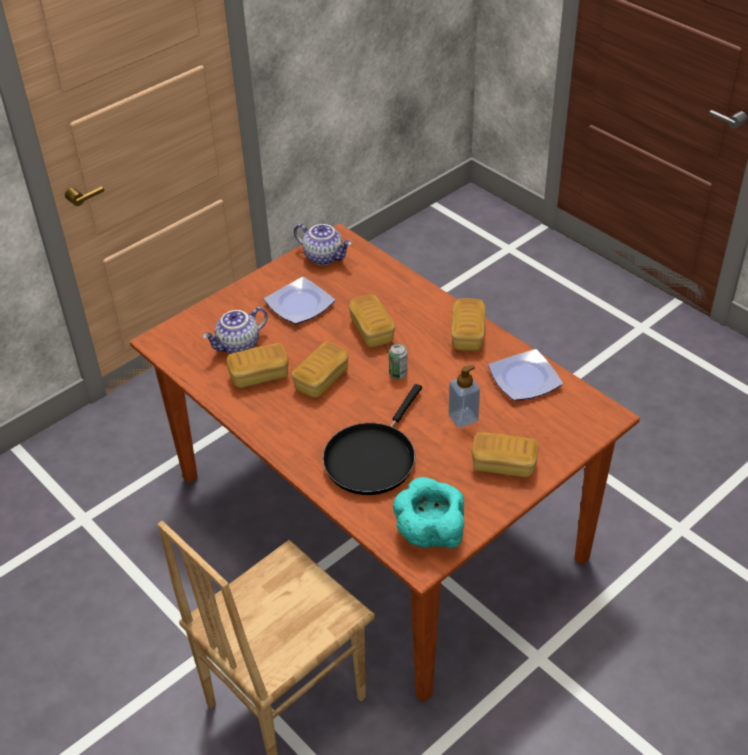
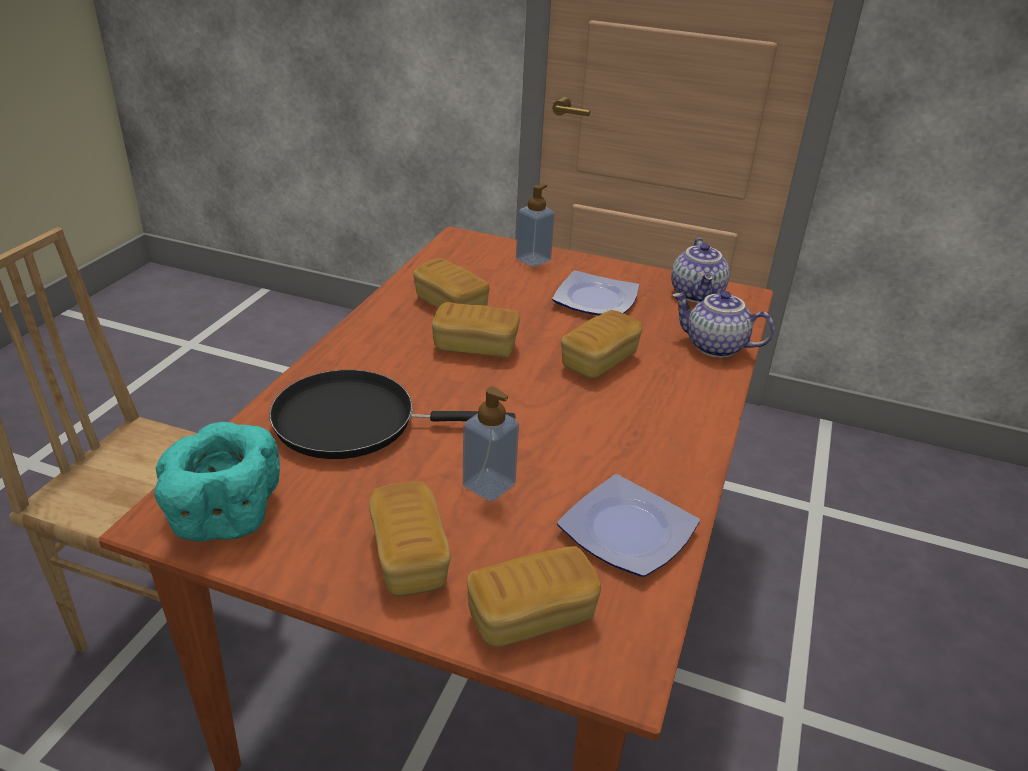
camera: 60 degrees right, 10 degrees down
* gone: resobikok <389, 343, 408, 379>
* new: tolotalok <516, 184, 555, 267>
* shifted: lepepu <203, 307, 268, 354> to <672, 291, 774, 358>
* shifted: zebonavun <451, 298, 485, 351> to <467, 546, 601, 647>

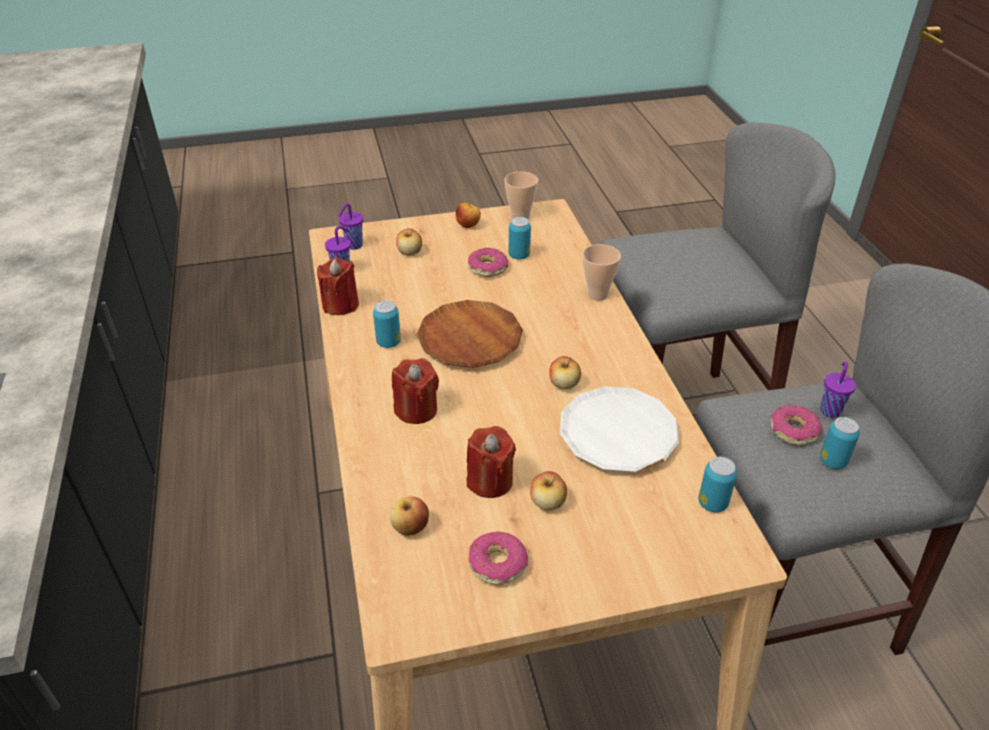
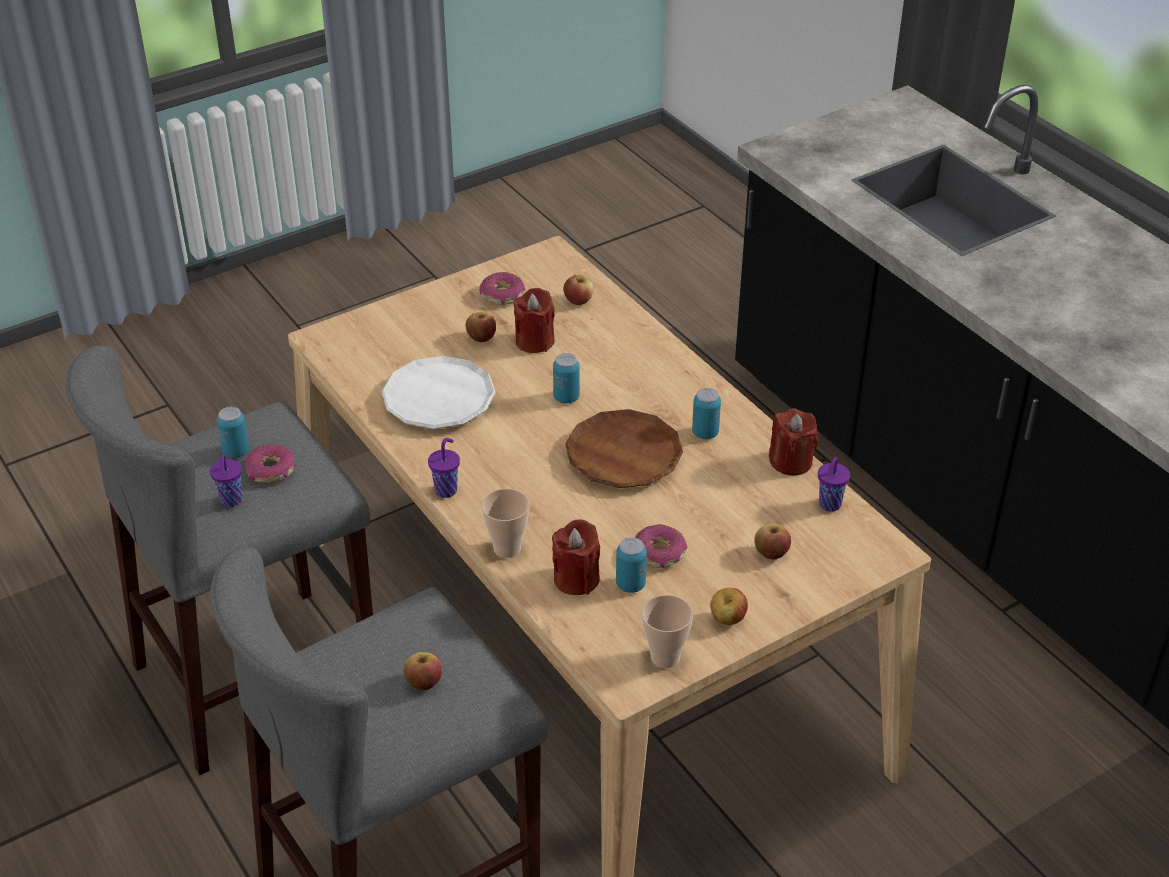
camera: 160 degrees right, 0 degrees up
* shifted: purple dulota <338, 203, 363, 250> to <428, 438, 460, 498>
* shifted: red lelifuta <392, 358, 439, 424> to <552, 519, 600, 595>
* shifted: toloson <549, 356, 581, 390> to <403, 652, 442, 690>
* shifted: resobikok <698, 457, 737, 513> to <553, 353, 580, 403>

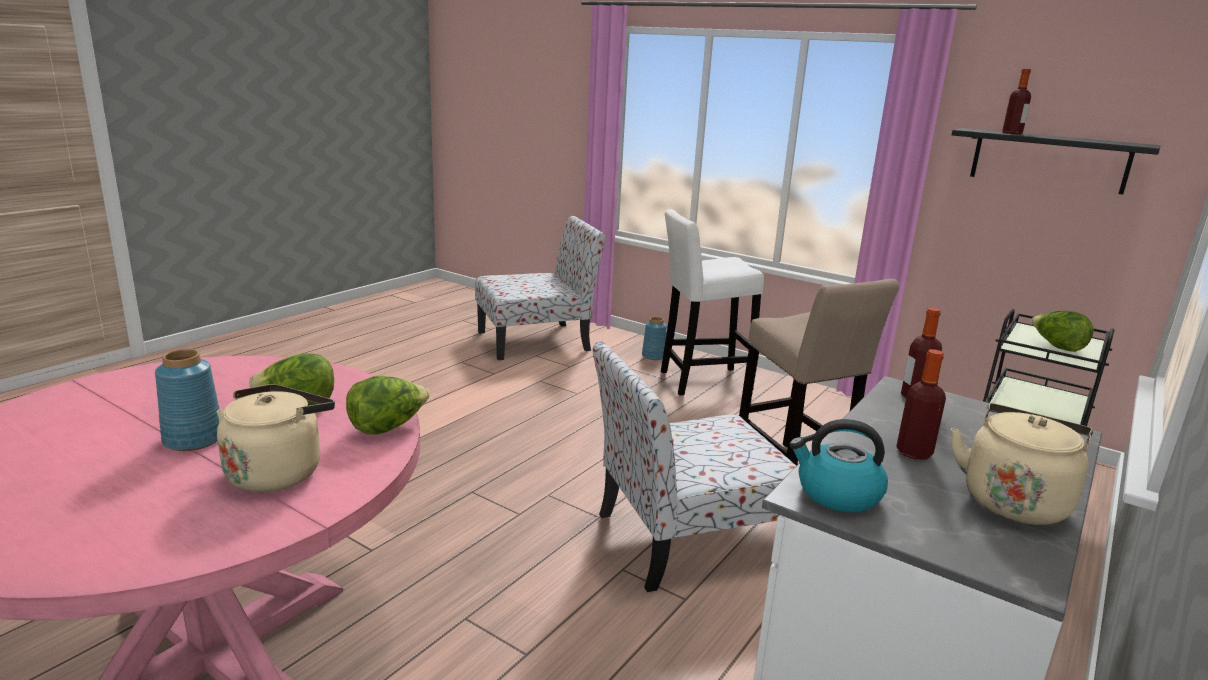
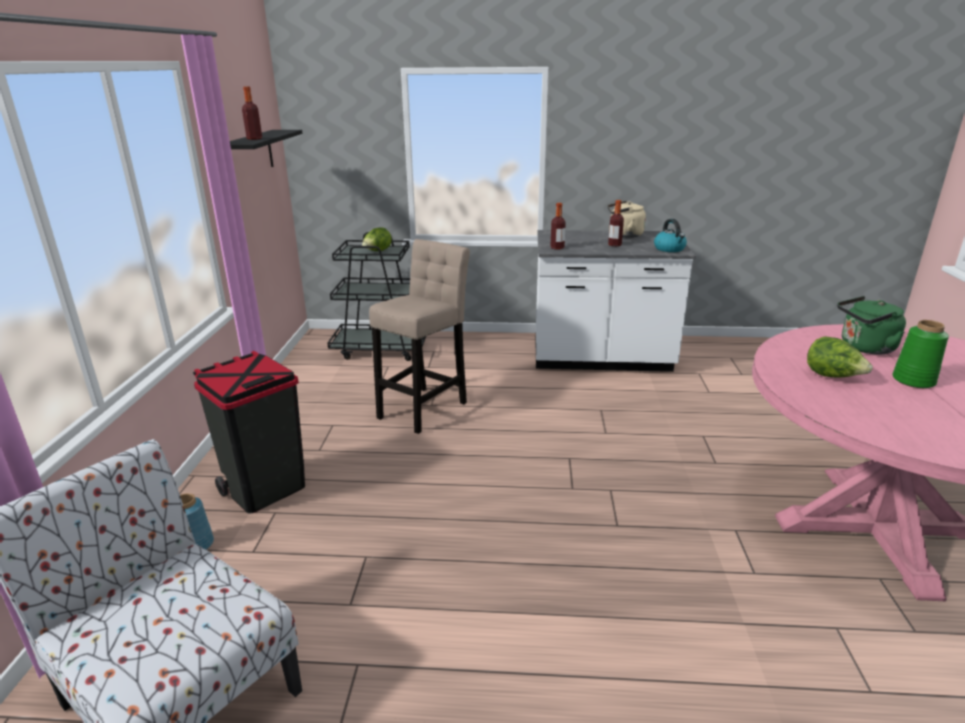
camera: 120 degrees left, 5 degrees up
* gone: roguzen <346, 375, 430, 434>
* gone: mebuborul <593, 342, 796, 592>
* swapped: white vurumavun <661, 209, 764, 395> to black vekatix <193, 351, 305, 514>
* repainted: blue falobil <155, 349, 220, 451> to green falobil <892, 320, 949, 388>
* repainted: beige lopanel <216, 384, 335, 492> to green lopanel <837, 296, 906, 355>

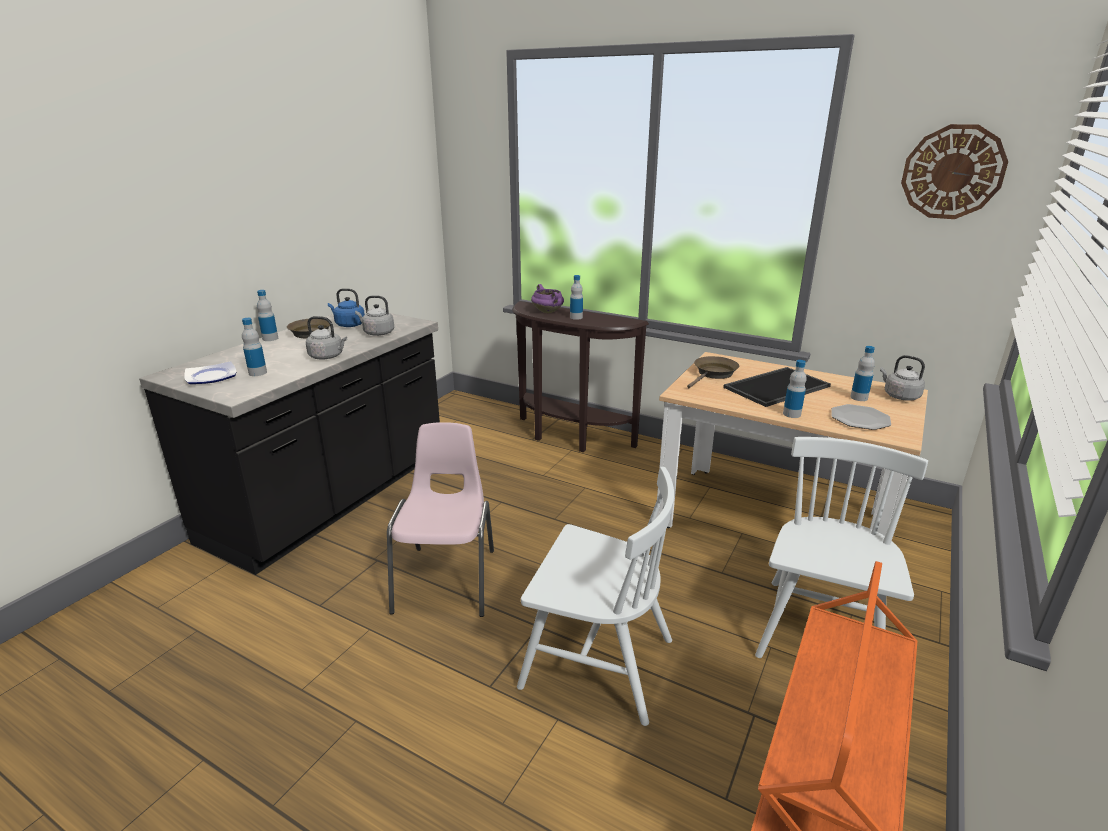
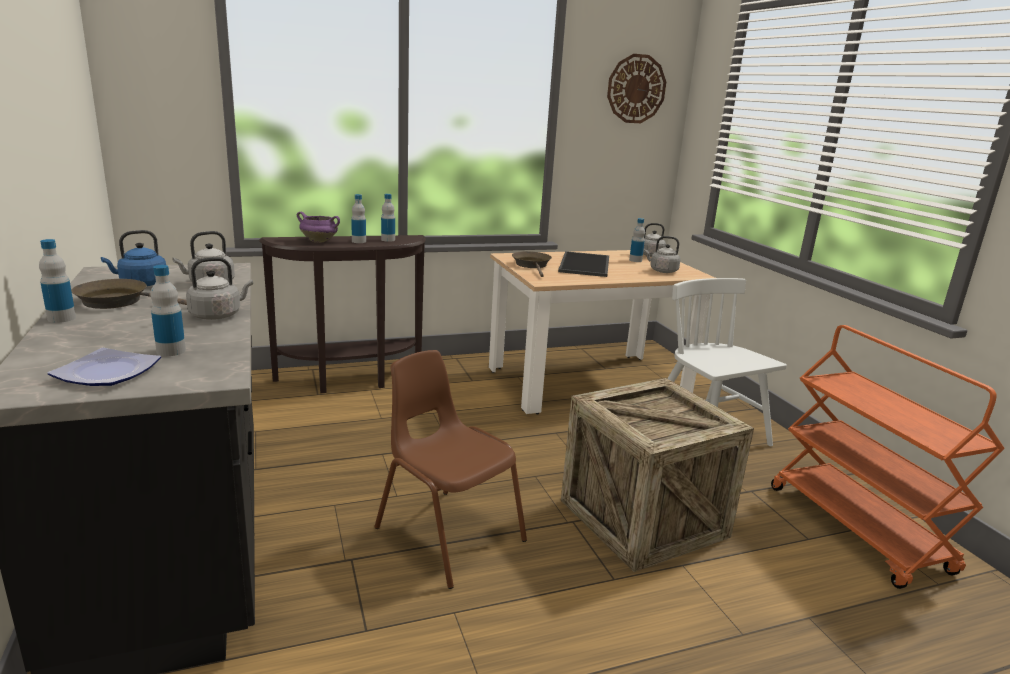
camera: 50 degrees left, 5 degrees down
* shifted: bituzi <783, 360, 807, 418> to <381, 194, 395, 242>
* swapped: white mebuborul <517, 467, 674, 726> to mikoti <561, 378, 754, 572>
* swapped: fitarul <831, 404, 891, 430> to grey lopanel <644, 236, 680, 273>
* repainted: pink mebuborul <387, 422, 494, 617> to brown mebuborul <374, 350, 527, 589>

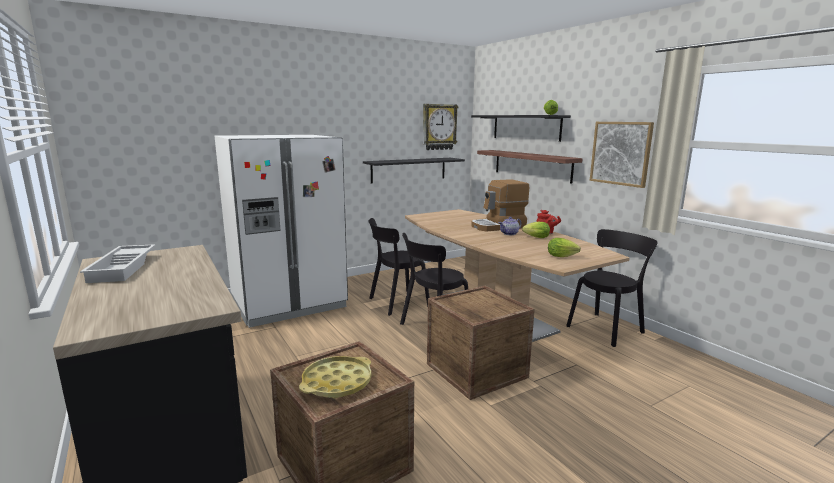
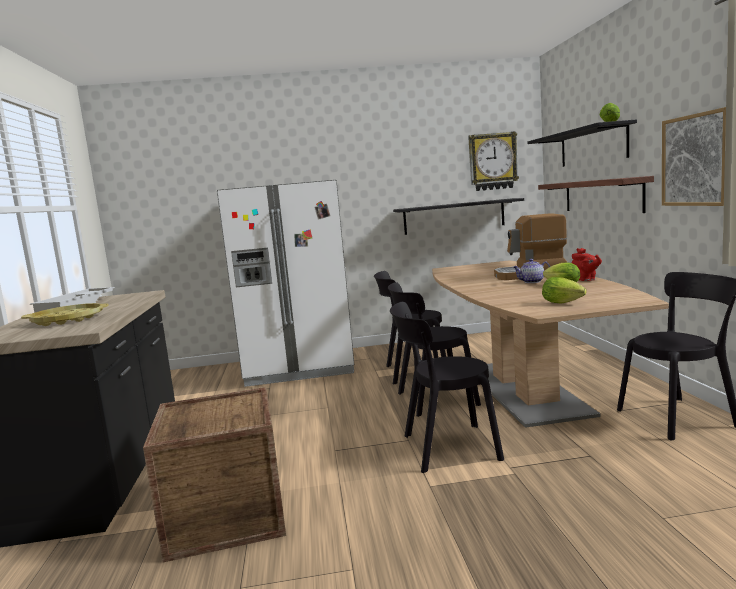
camera: 25 degrees right, 5 degrees down
* shifted: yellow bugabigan <299, 356, 372, 399> to <21, 303, 109, 326>
* swapped: mikoti <427, 286, 535, 400> to black mebuborul <390, 302, 504, 473>

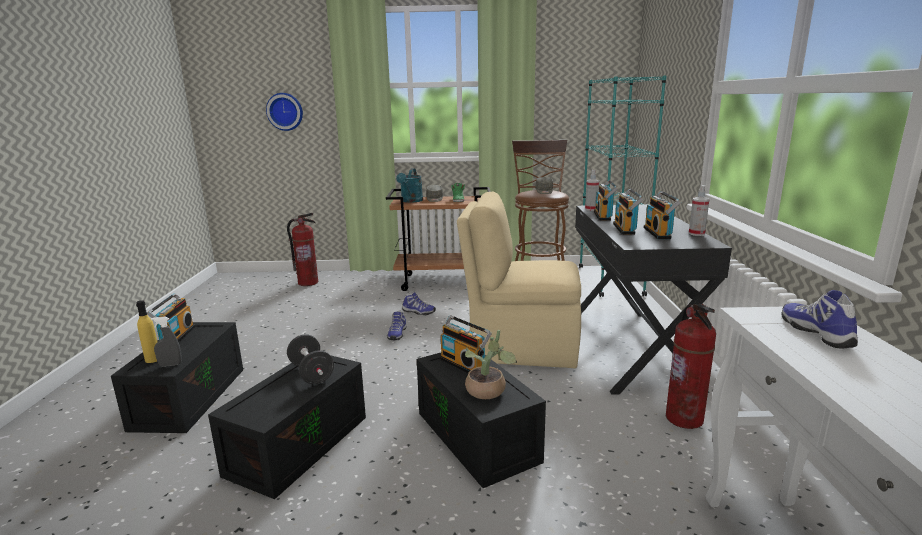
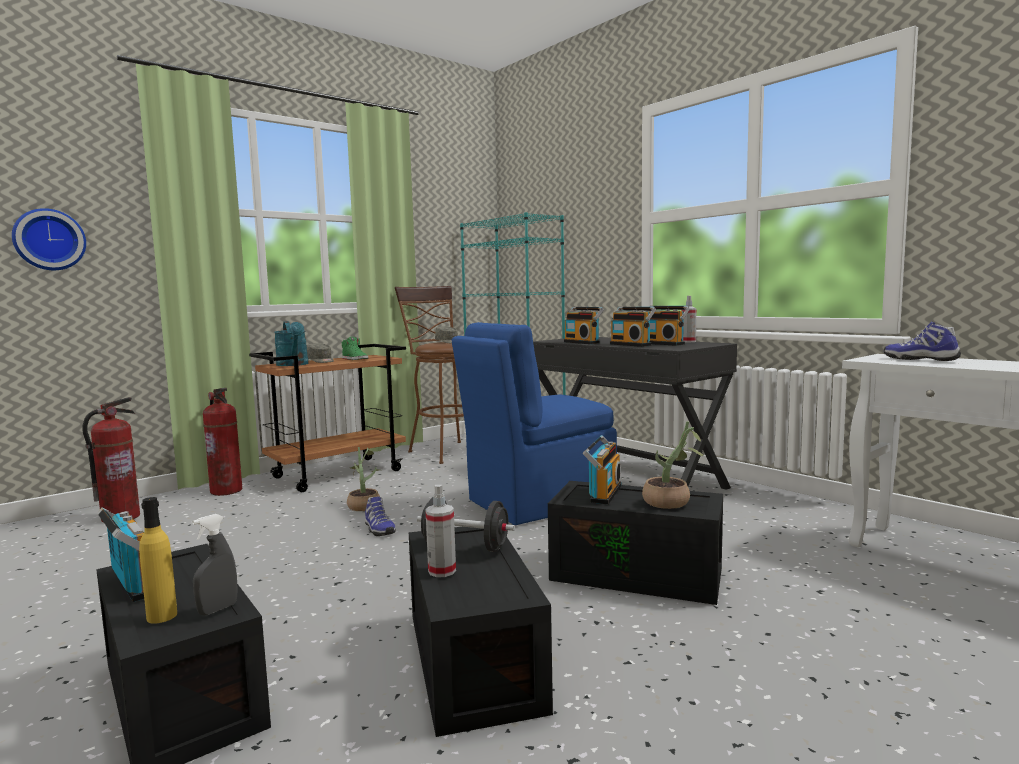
camera: 40 degrees left, 10 degrees down
* shifted: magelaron <585, 170, 599, 211> to <425, 485, 456, 577>
* shifted: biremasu <666, 304, 716, 429> to <203, 388, 242, 496>
* swapped: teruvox <402, 292, 436, 315> to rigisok <347, 447, 380, 511>
* repainted: beige mebuborul <457, 192, 581, 368> to blue mebuborul <452, 322, 617, 525>
* rotated: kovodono <440, 315, 492, 373> = <583, 435, 622, 504> 75 degrees counterclockwise

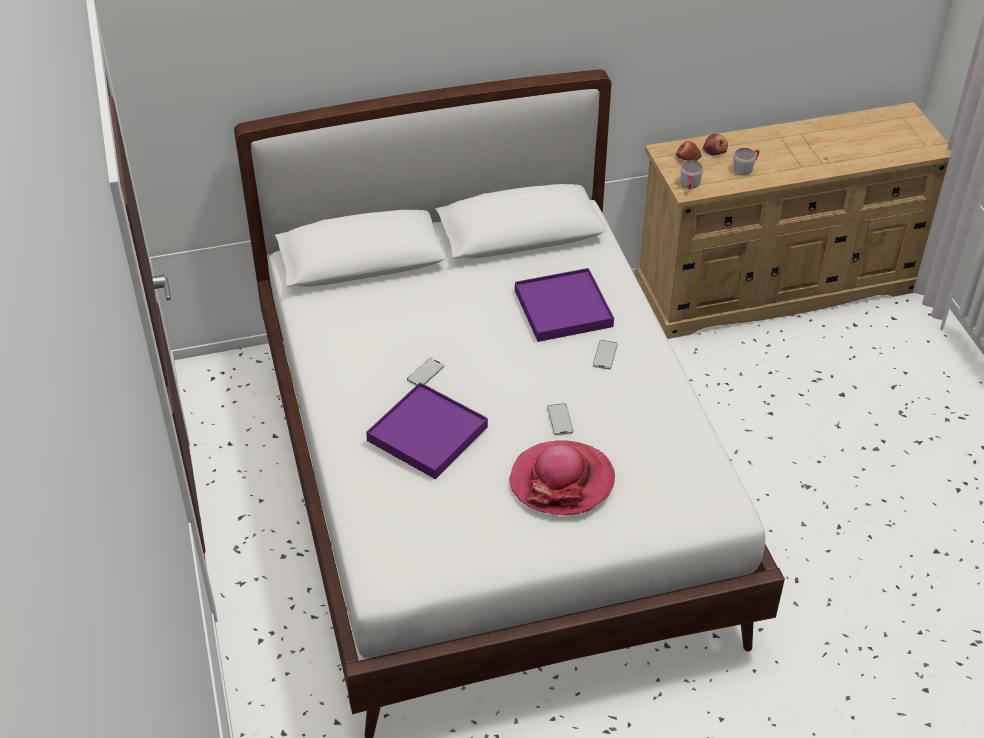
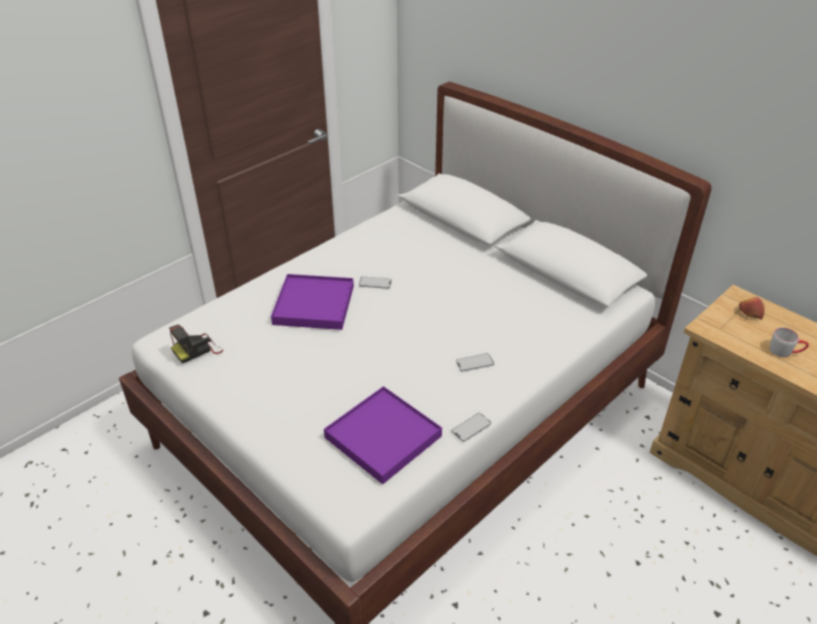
camera: 60 degrees right, 5 degrees down
* gone: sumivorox <509, 440, 615, 515>
* gone: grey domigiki <681, 160, 703, 190>
* gone: toloson <703, 134, 728, 156>
* new: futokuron <169, 324, 223, 364>
* shifted: purple bugabigan <515, 268, 614, 342> to <324, 386, 442, 484>
* shifted: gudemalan <547, 403, 573, 435> to <452, 413, 491, 442>

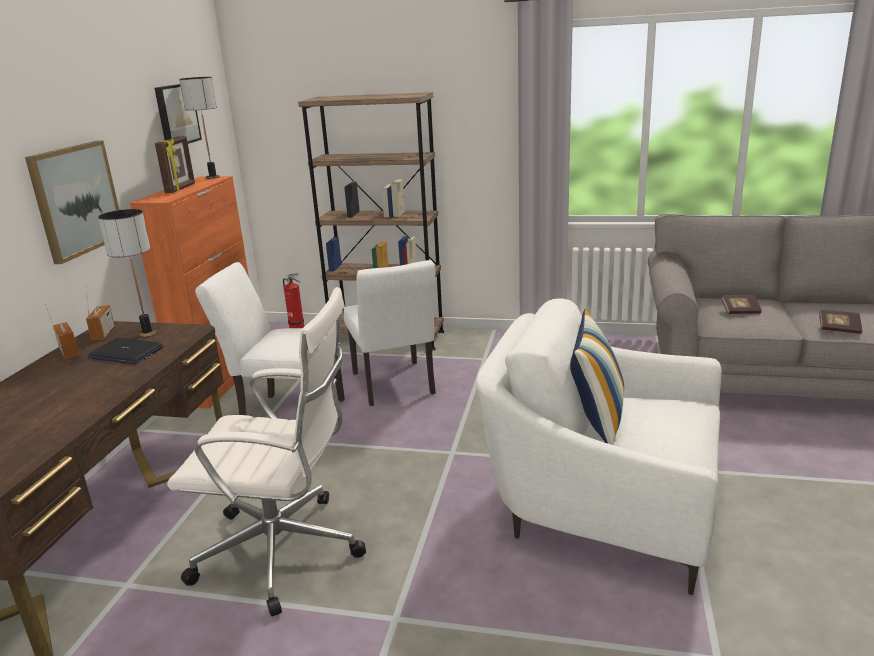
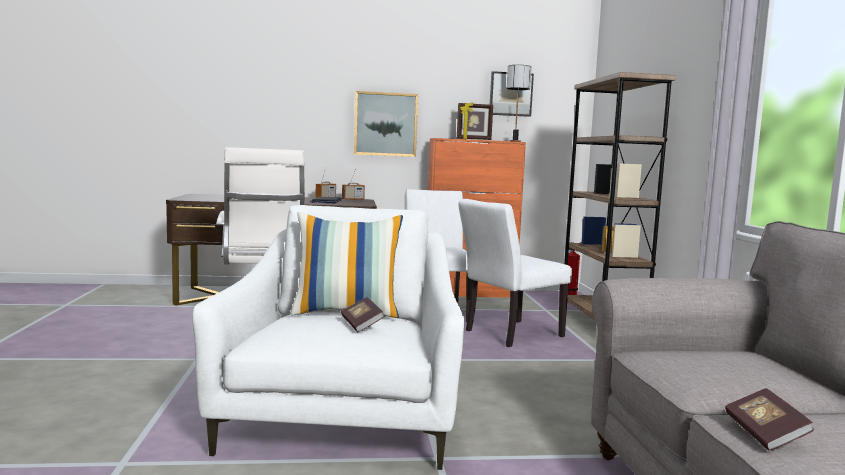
camera: 70 degrees right, 15 degrees down
* gone: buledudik <98, 209, 157, 337>
* shifted: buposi <721, 295, 762, 314> to <341, 297, 385, 332>

